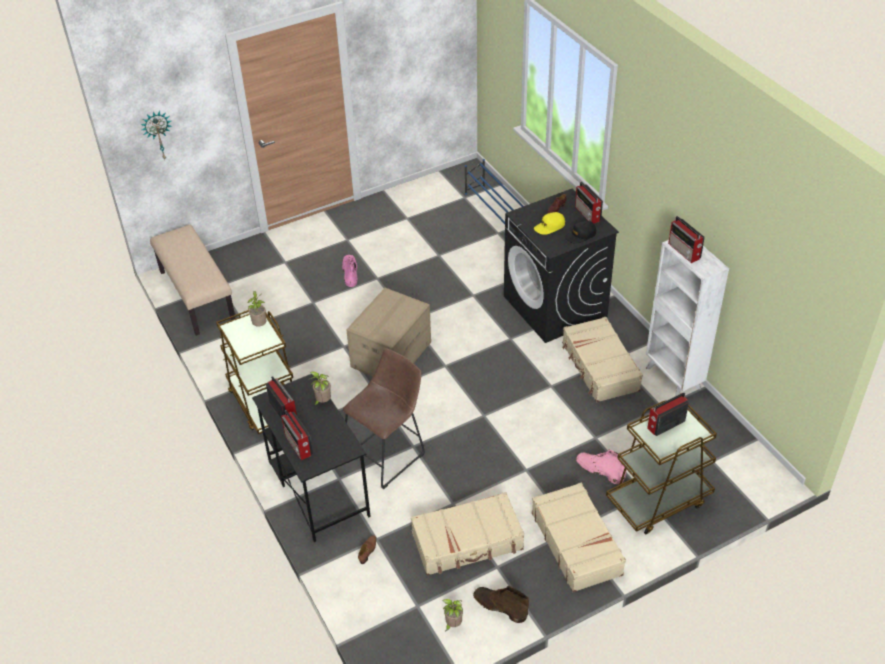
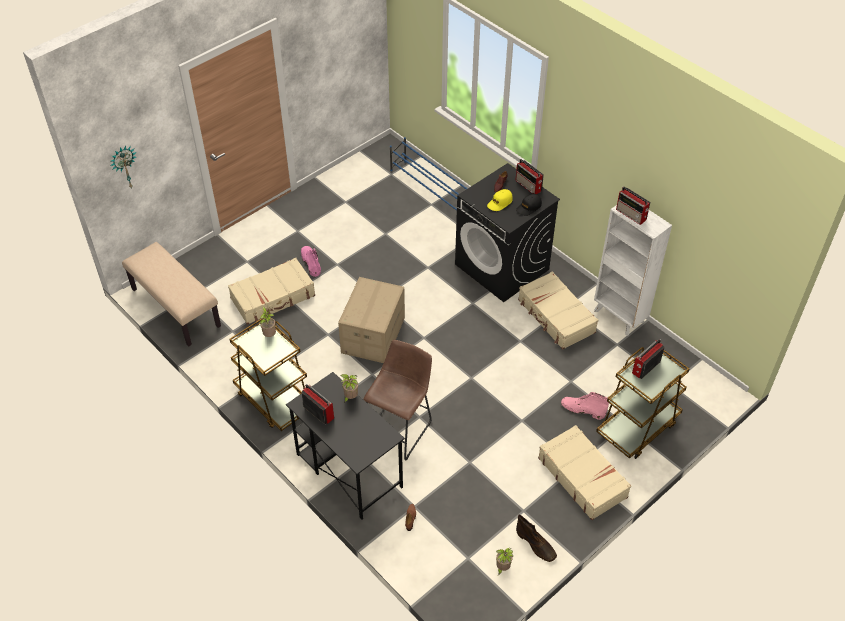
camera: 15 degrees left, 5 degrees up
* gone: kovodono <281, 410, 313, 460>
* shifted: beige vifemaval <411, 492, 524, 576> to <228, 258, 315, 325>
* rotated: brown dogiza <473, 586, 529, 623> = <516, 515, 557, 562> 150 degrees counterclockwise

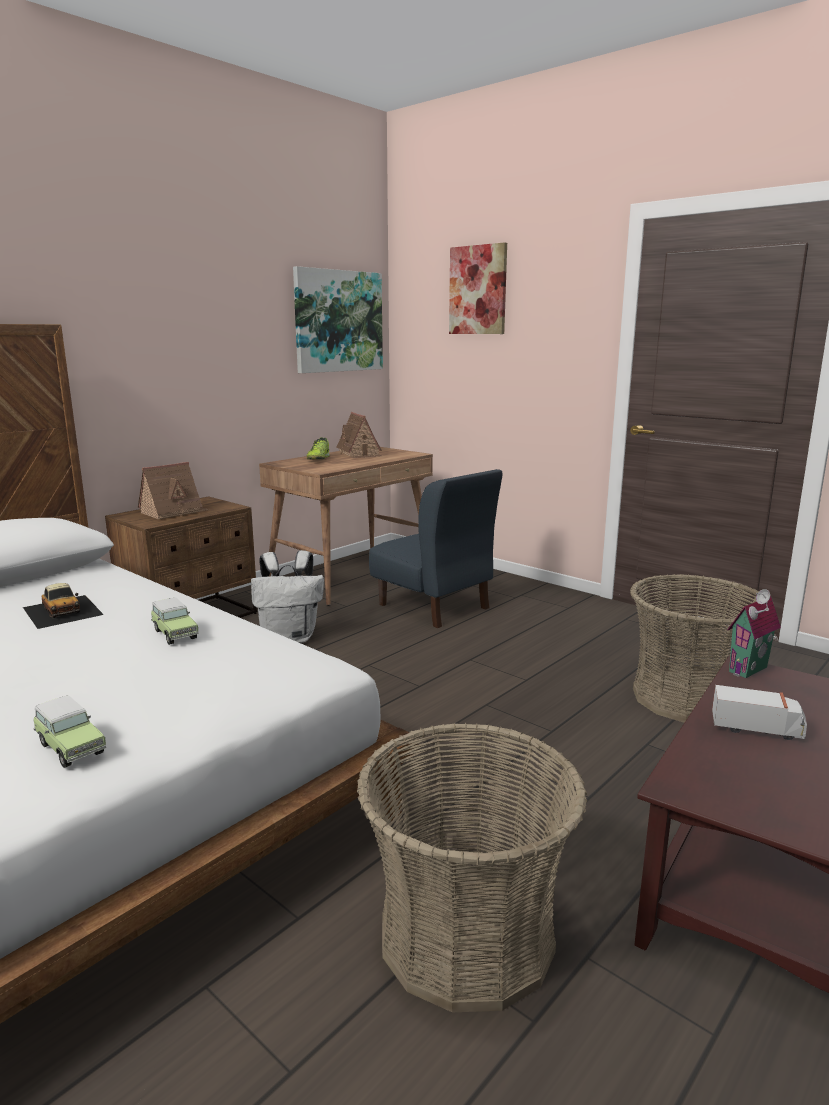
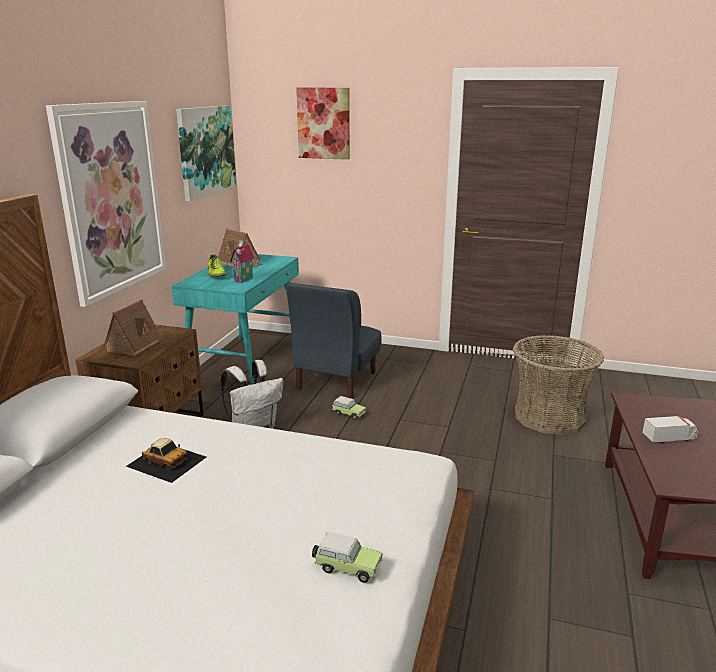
camera: 25 degrees left, 5 degrees up
* gone: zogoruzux <357, 723, 588, 1012>
* new: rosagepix <46, 101, 166, 307>
* shifted: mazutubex <151, 598, 199, 645> to <331, 396, 366, 420>
* shifted: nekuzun <727, 589, 781, 678> to <230, 240, 254, 283>
* repainted: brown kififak <259, 447, 433, 606> to turquoise kififak <172, 254, 299, 384>
* rotated: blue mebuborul <369, 469, 503, 628> = <287, 283, 382, 399> 90 degrees clockwise

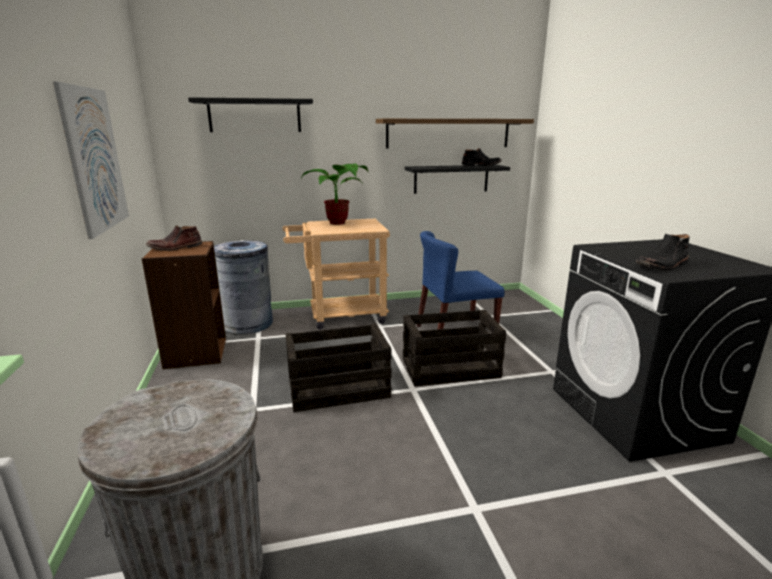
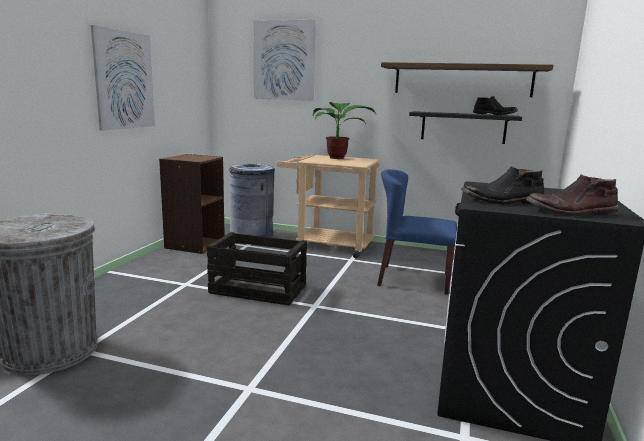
camera: 30 degrees right, 5 degrees down
* gone: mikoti <403, 310, 506, 386>
* shifted: brown dogiza <146, 226, 202, 251> to <526, 174, 619, 216>
* swapped: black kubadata <188, 97, 313, 132> to rosagepix <254, 20, 316, 101>

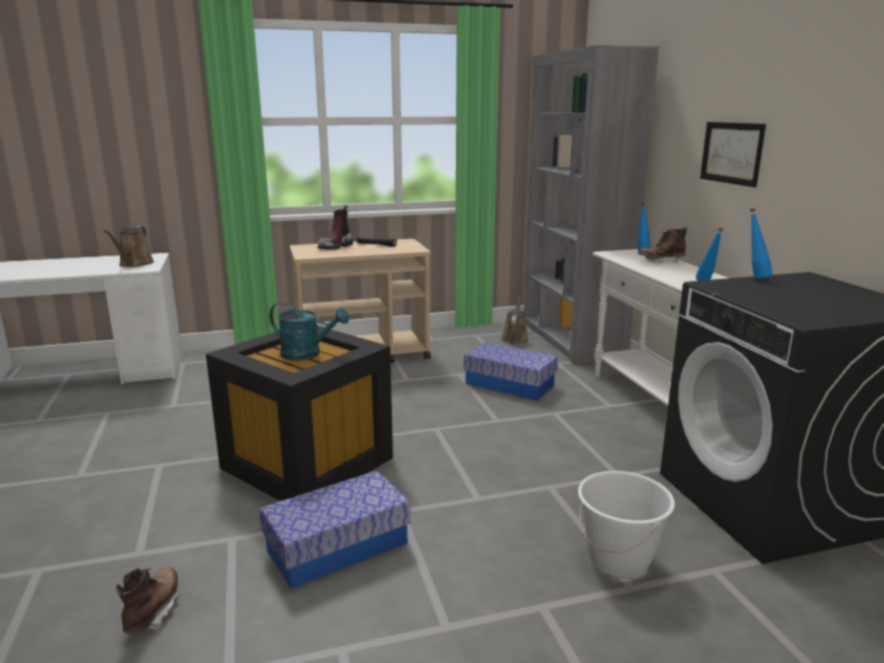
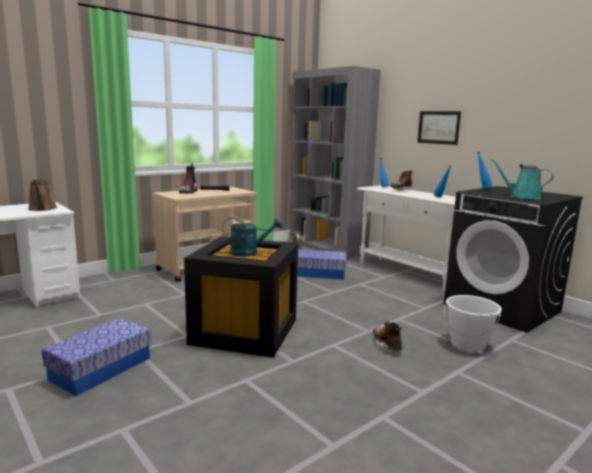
camera: 25 degrees left, 5 degrees down
* new: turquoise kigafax <491, 159, 554, 199>
* shifted: brown dogiza <116, 567, 179, 634> to <373, 321, 402, 352>
* shifted: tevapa <259, 471, 410, 589> to <42, 318, 151, 396>

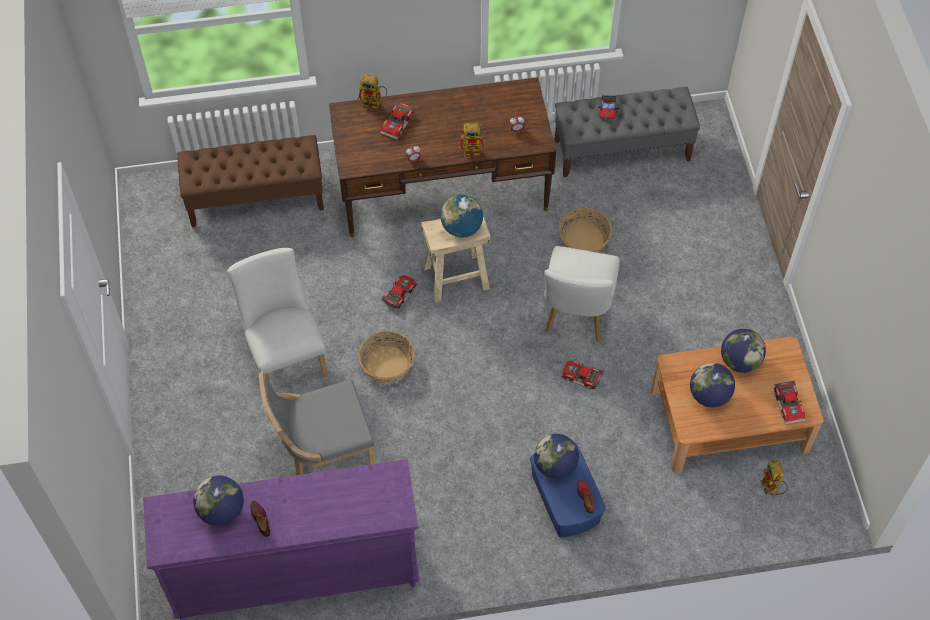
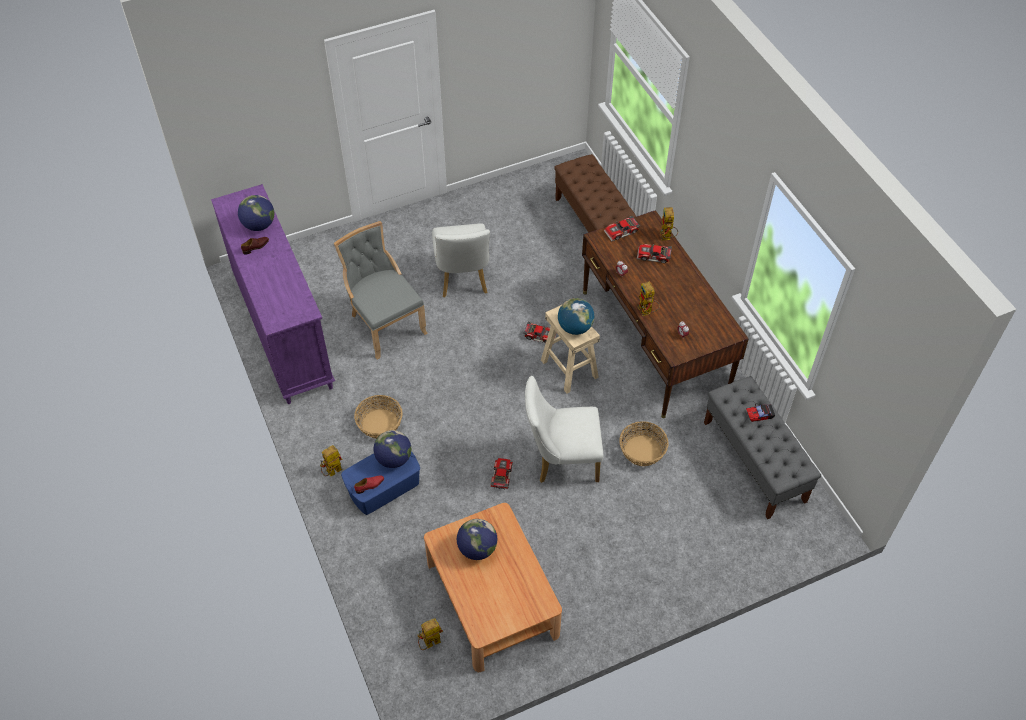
camera: 75 degrees right, 5 degrees down
* gone: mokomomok <721, 329, 766, 373>
* new: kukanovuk <320, 445, 343, 476>
* shifted: zogoruzux <358, 331, 415, 383> to <354, 395, 403, 439>
* shifted: mazutubex <774, 381, 805, 424> to <604, 216, 640, 241>
* rotated: white mebuborul <227, 248, 328, 383> = <432, 223, 490, 297> 120 degrees clockwise

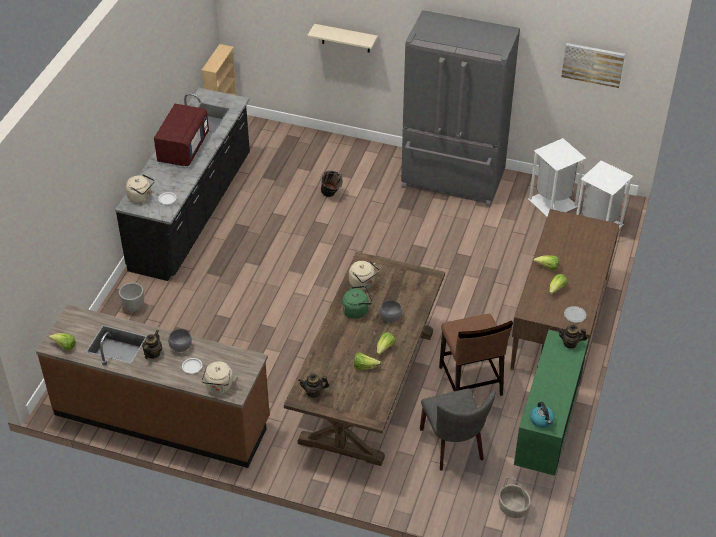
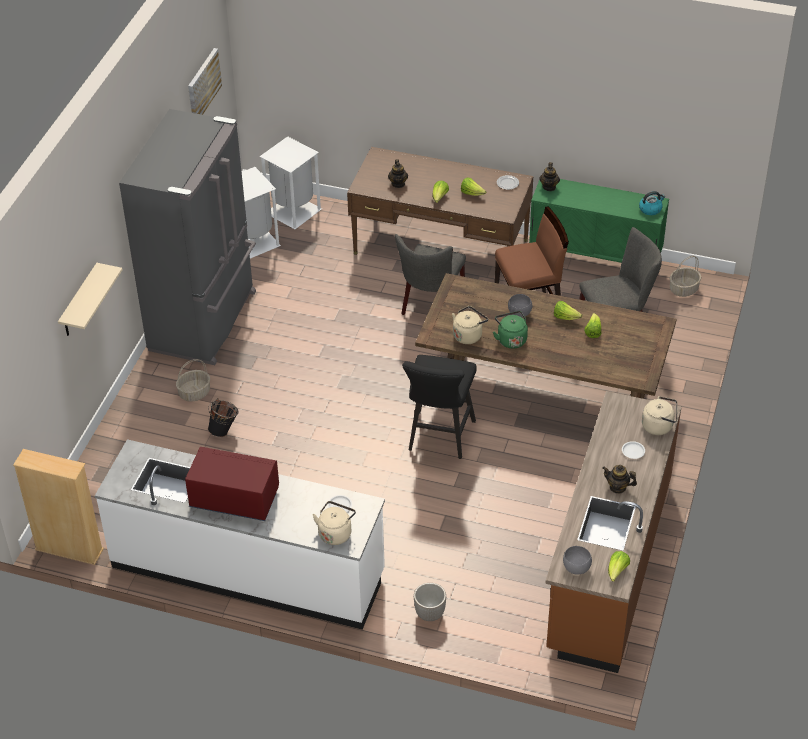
camera: 90 degrees left, 0 degrees up
* new: zogoruzux <176, 359, 210, 402>
* new: grey mebuborul <395, 234, 466, 315>
* new: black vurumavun <402, 355, 477, 459>
* shifted: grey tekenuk <168, 329, 192, 352> to <563, 546, 592, 574>
* shifted: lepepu <298, 374, 329, 398> to <388, 159, 408, 188>
* repainted: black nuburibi <115, 88, 250, 281> to white nuburibi <95, 439, 385, 630>

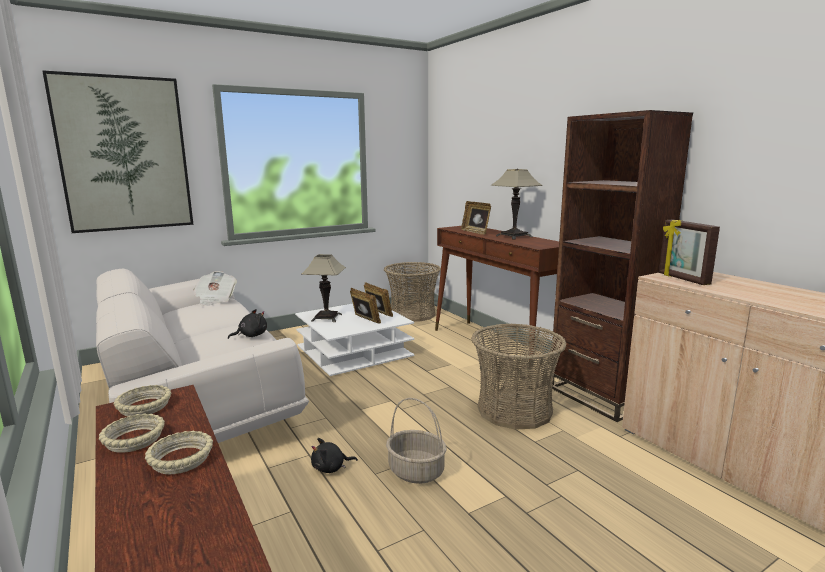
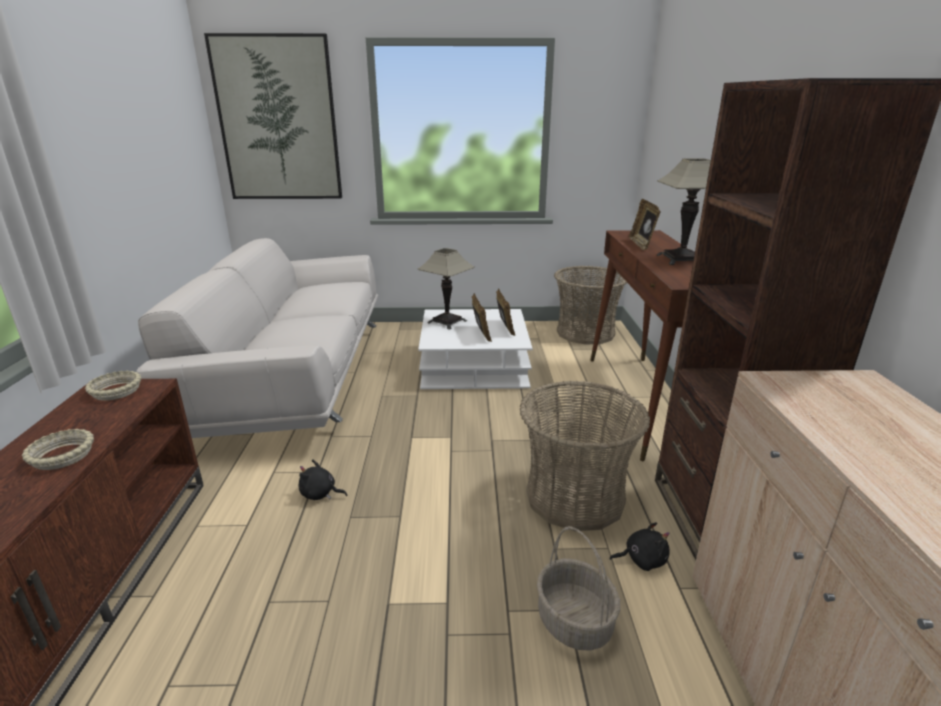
camera: 30 degrees right, 10 degrees up
* gone: beige tekenuk <99, 414, 165, 453>
* gone: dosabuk <194, 271, 237, 306>
* gone: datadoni <659, 220, 720, 285>
* shifted: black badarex <228, 309, 267, 339> to <609, 522, 670, 571>
* shifted: zogoruzux <386, 398, 447, 484> to <537, 526, 620, 651>

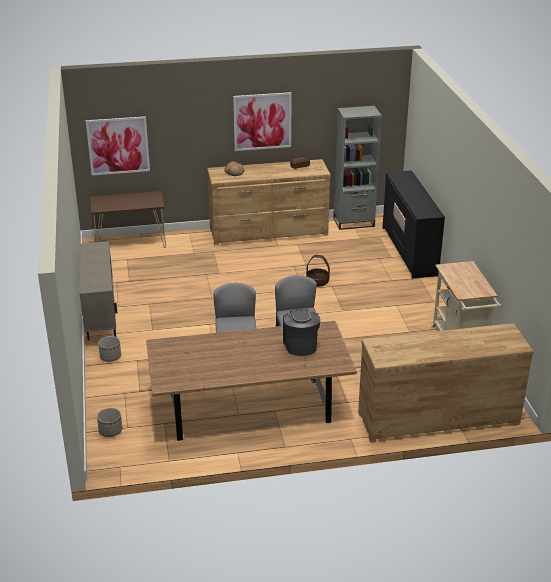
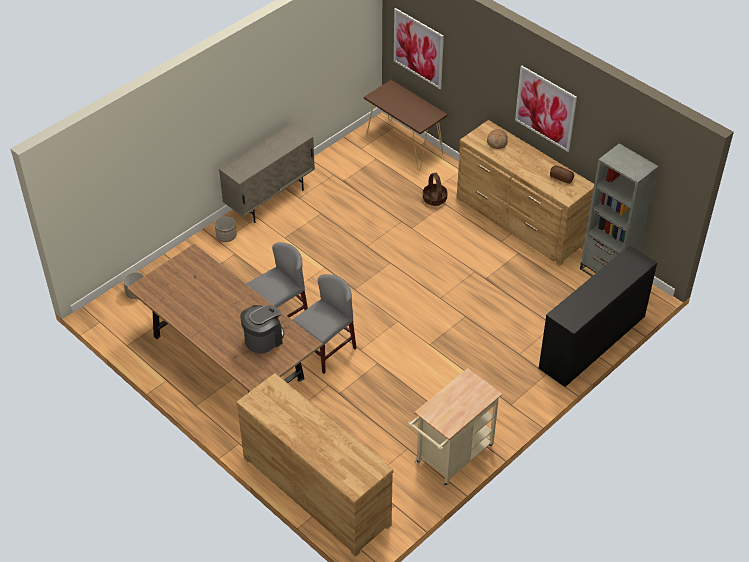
camera: 55 degrees right, 15 degrees up
* shifted: zogoruzux <306, 255, 330, 287> to <423, 173, 448, 206>

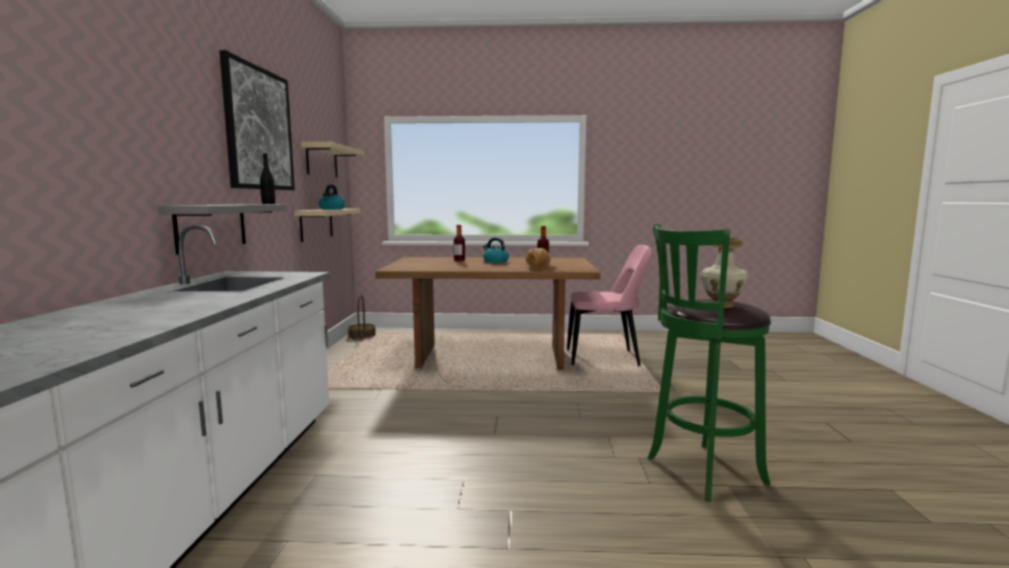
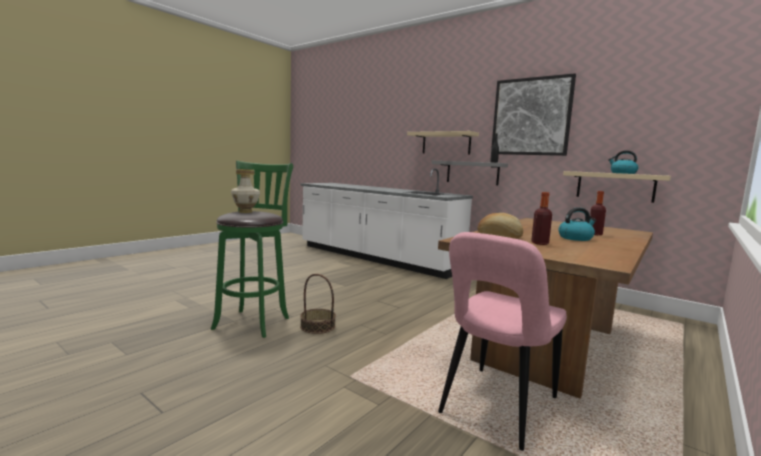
camera: 125 degrees right, 0 degrees up
* shifted: beige kubadata <301, 142, 364, 178> to <407, 131, 479, 154>
* shifted: zogoruzux <348, 295, 376, 340> to <300, 274, 336, 334>

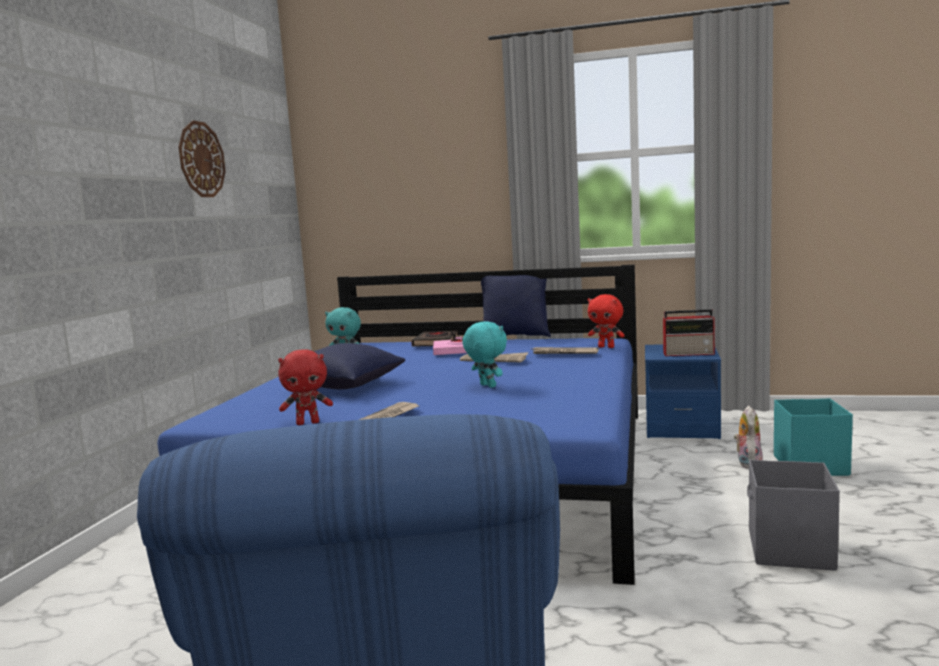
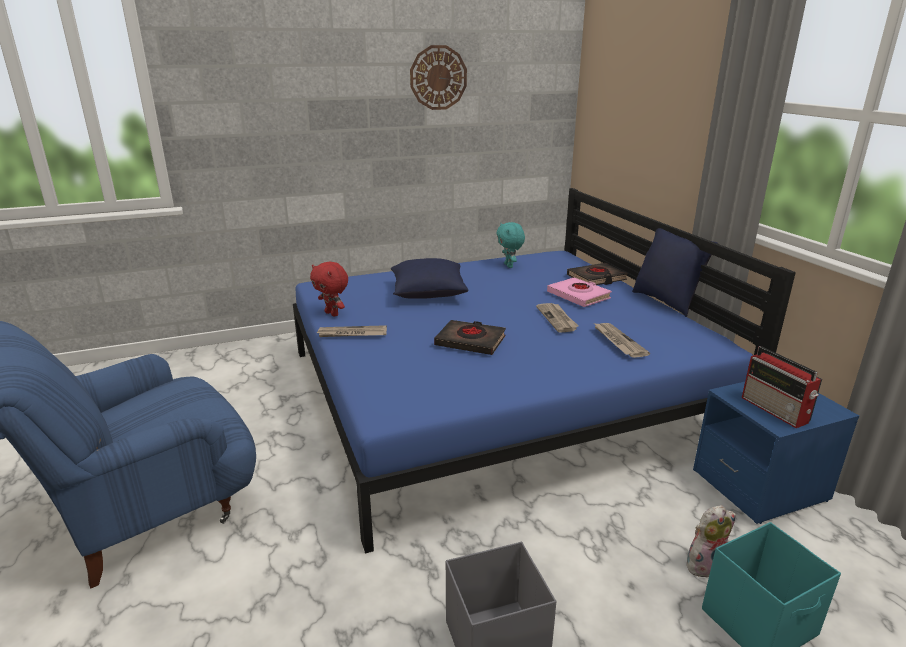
camera: 55 degrees right, 15 degrees up
* gone: red badarex <588, 294, 625, 348>
* swapped: turquoise badarex <463, 321, 507, 388> to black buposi <434, 320, 506, 355>

